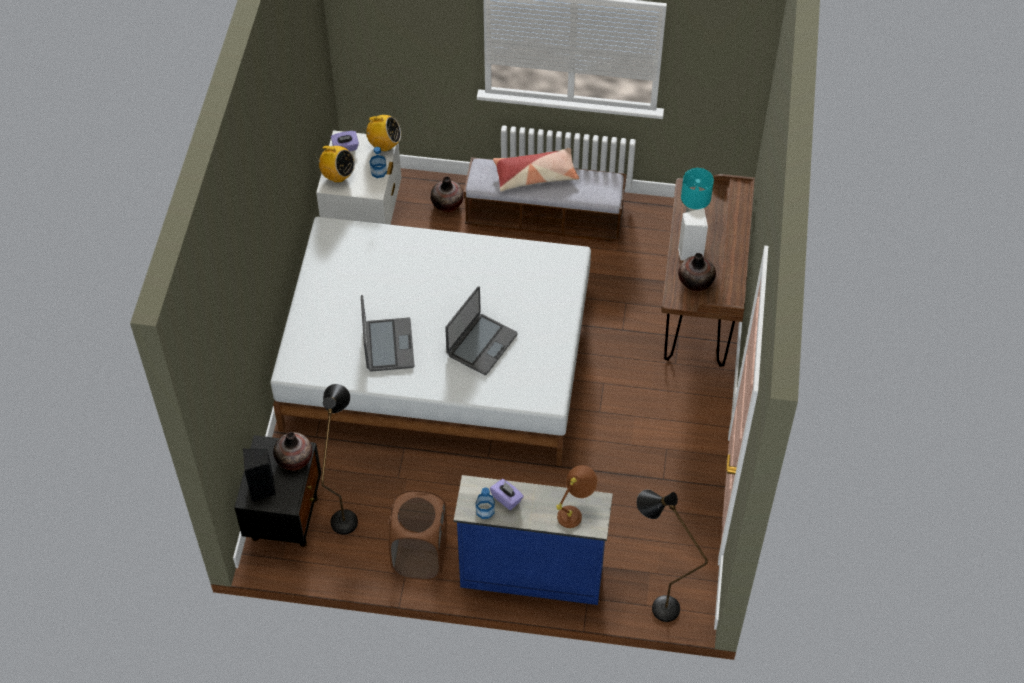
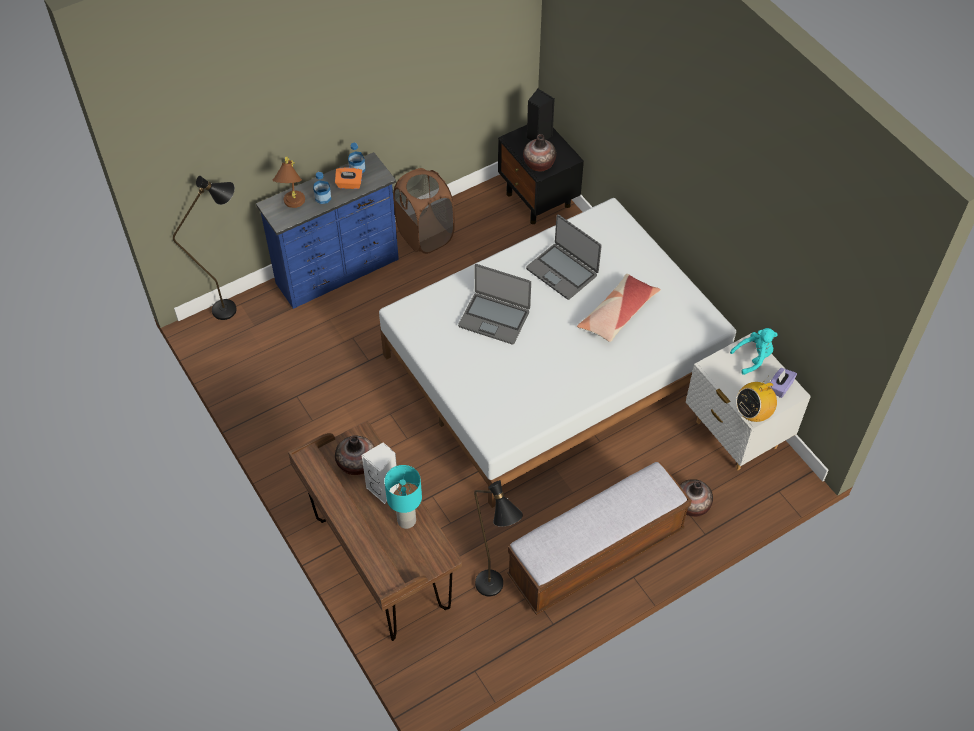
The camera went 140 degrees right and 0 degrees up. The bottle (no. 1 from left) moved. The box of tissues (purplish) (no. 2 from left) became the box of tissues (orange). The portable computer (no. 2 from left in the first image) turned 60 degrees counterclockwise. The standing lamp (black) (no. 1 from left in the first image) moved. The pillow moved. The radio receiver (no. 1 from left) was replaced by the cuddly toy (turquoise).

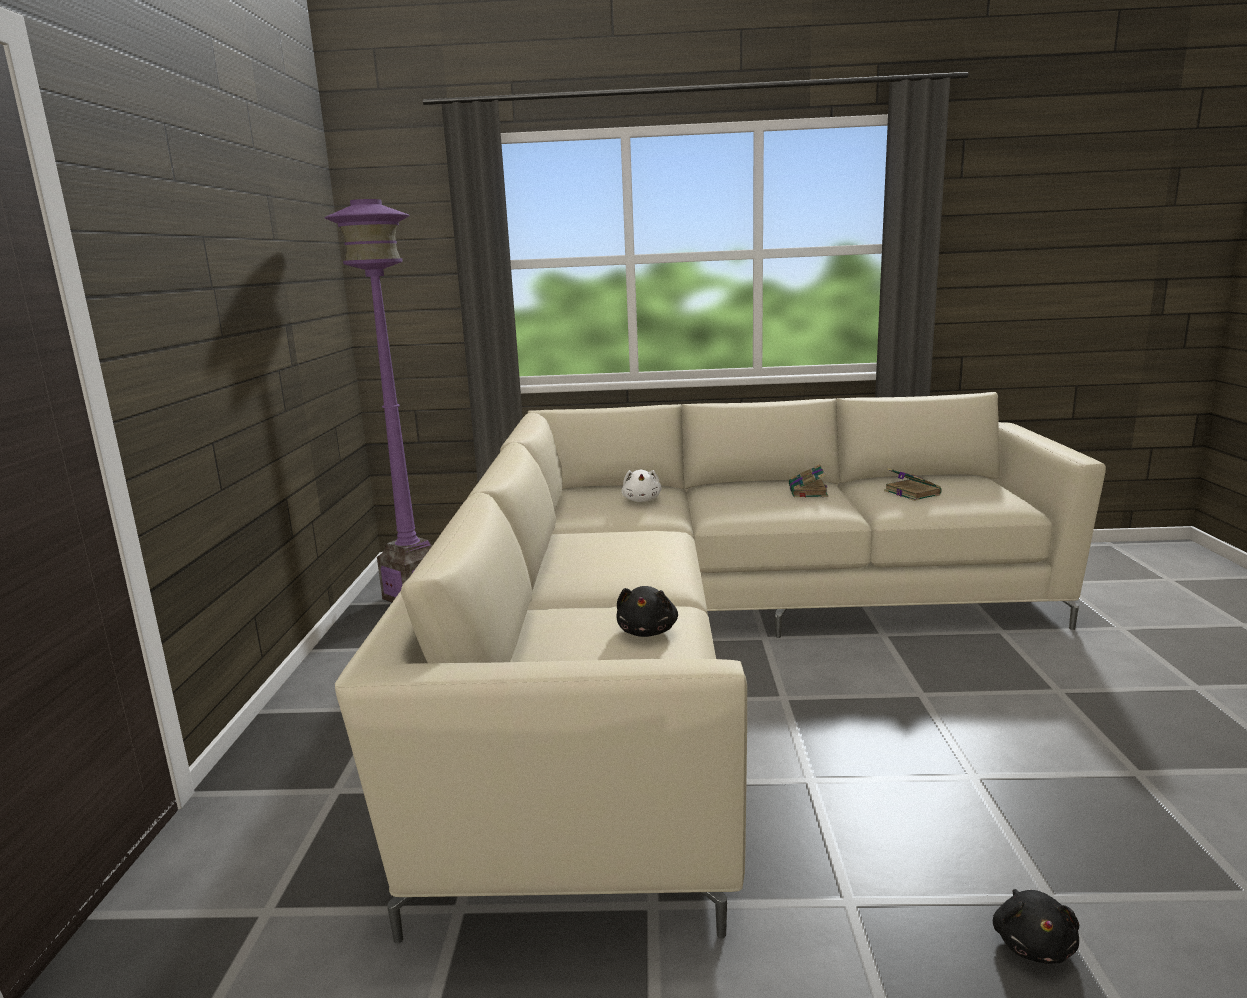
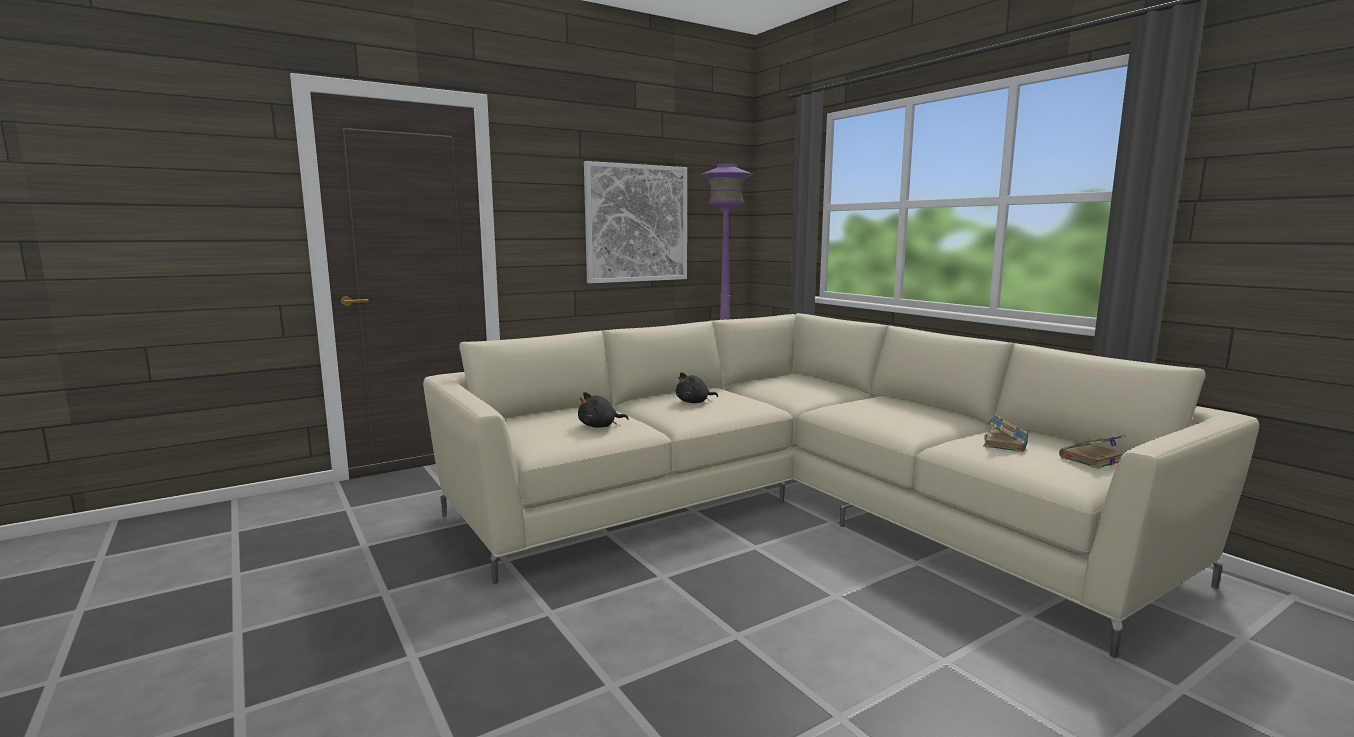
The camera went 55 degrees right and 5 degrees down. The wall picture appeared. The cuddly toy (black) (no. 2 from left) moved. The book (no. 1 from left in the first image) moved. The cuddly toy (white-coloured) disappeared.

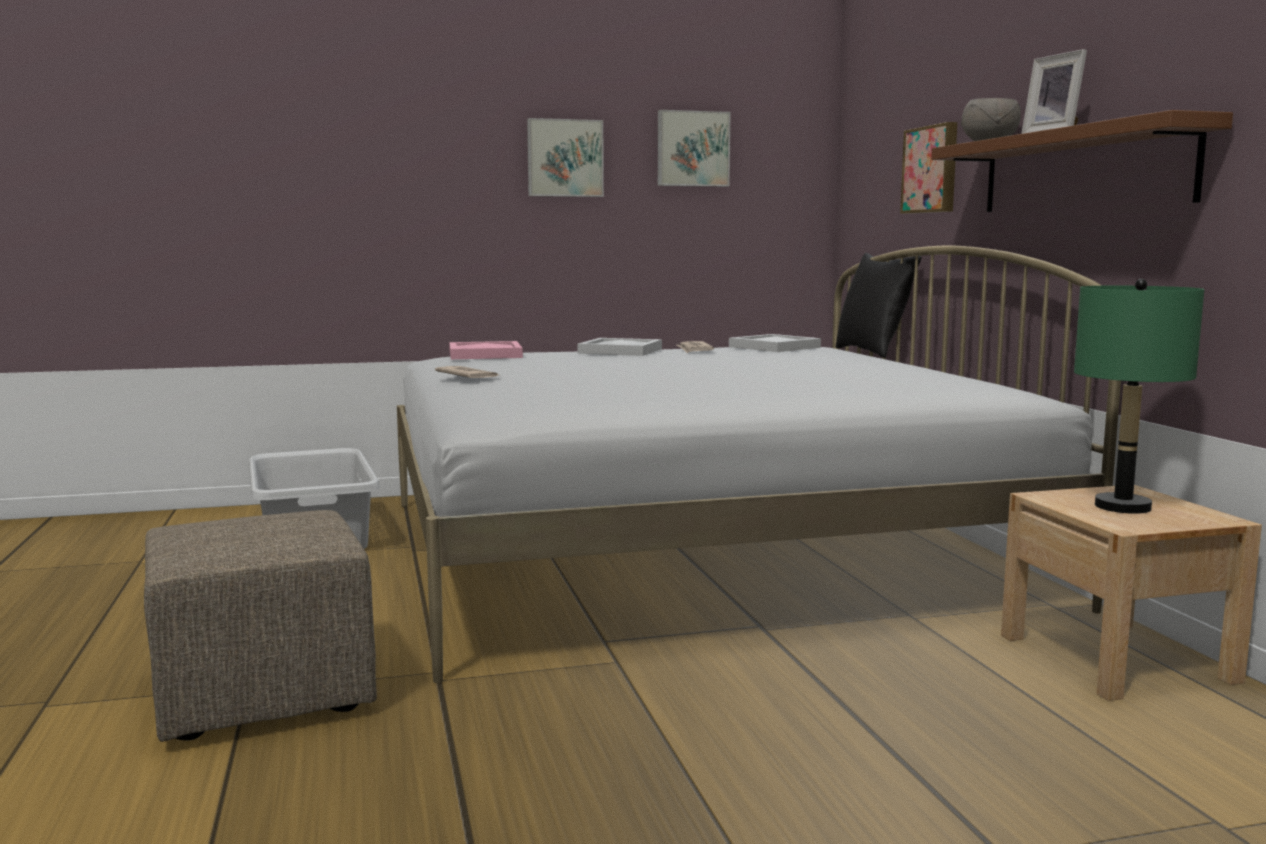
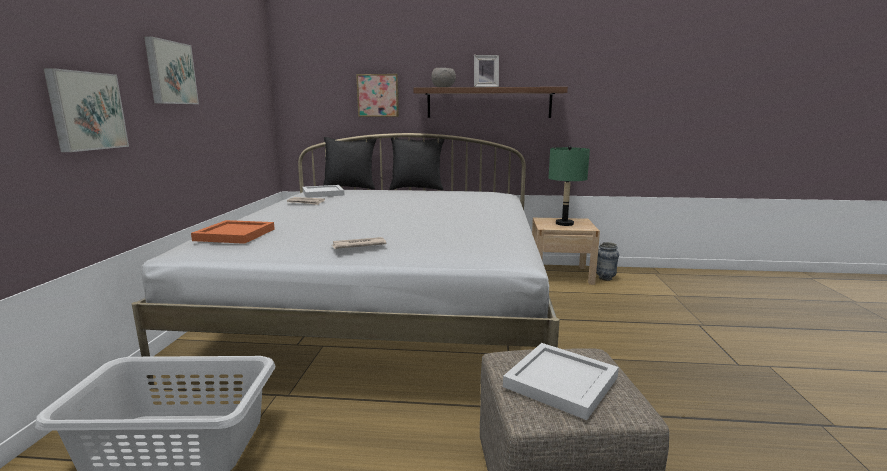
The camera went 70 degrees left and 5 degrees up. The wall picture (no. 2 from left in the first image) moved. The serving tray (pinkish) became the serving tray (orange). The pillow (black) (no. 2 from left) appeared. The serving tray (white-coloured) (no. 1 from left in the first image) moved. The flower vase appeared.

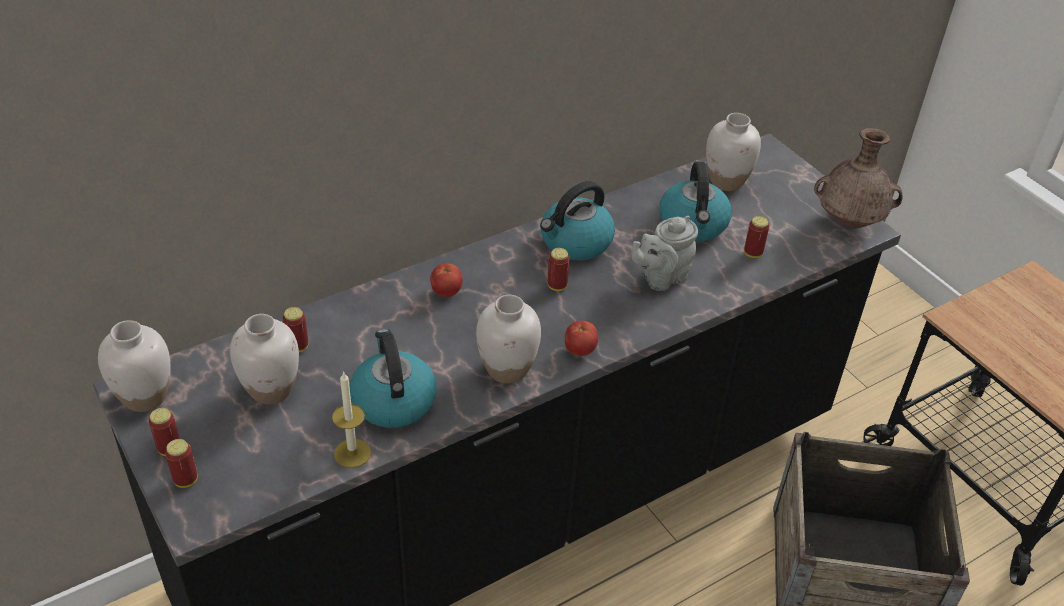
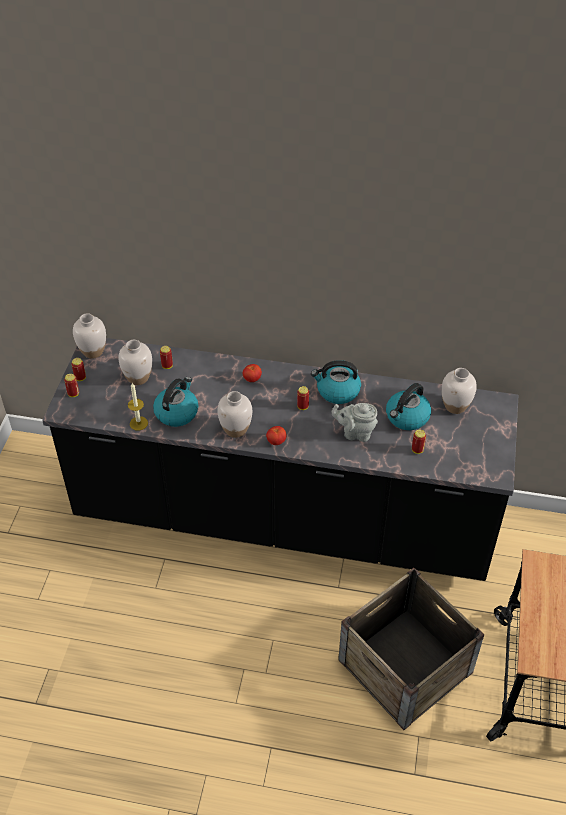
The camera went 45 degrees right and 5 degrees up. The flower vase (brown) disappeared.

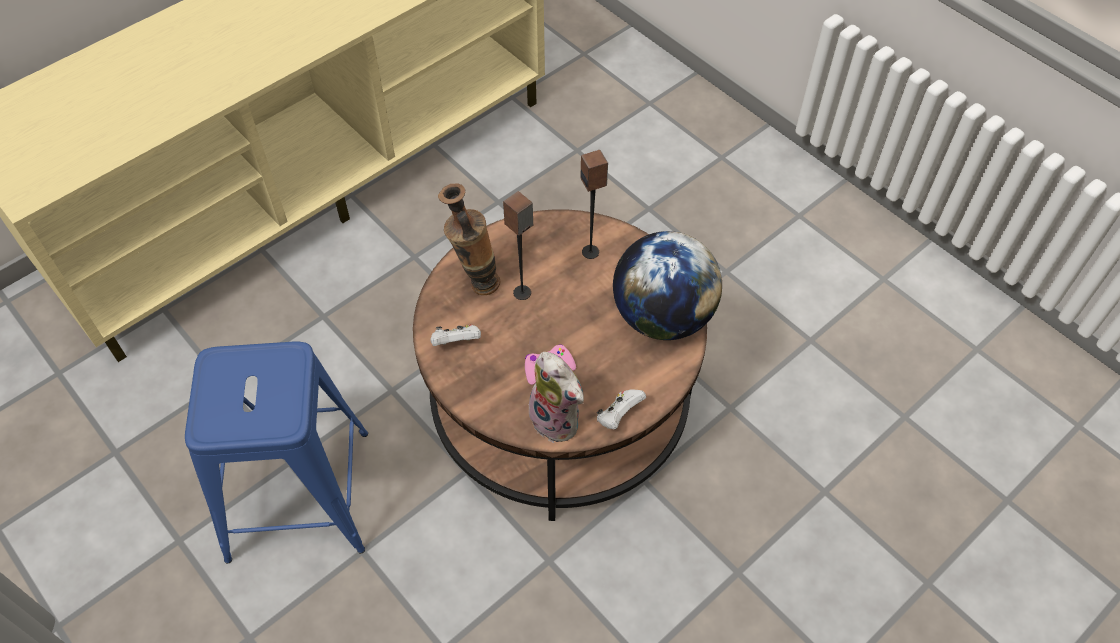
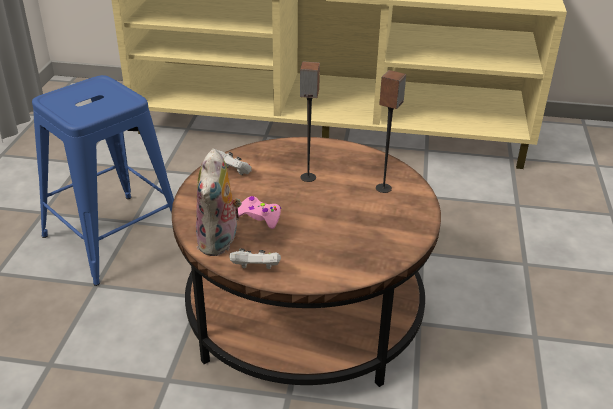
The camera went 50 degrees right and 20 degrees down. The flower vase disappeared. The globe disappeared.

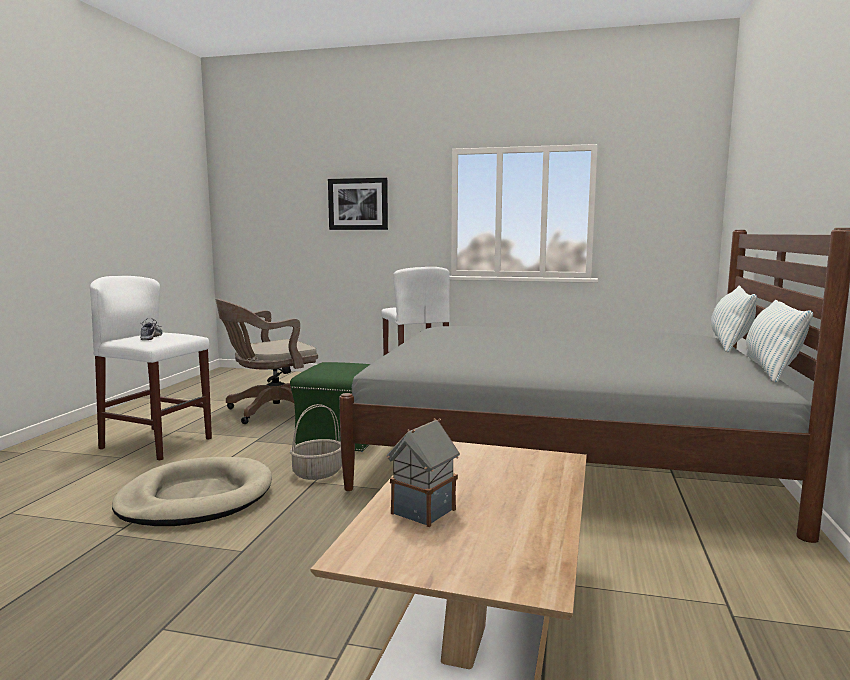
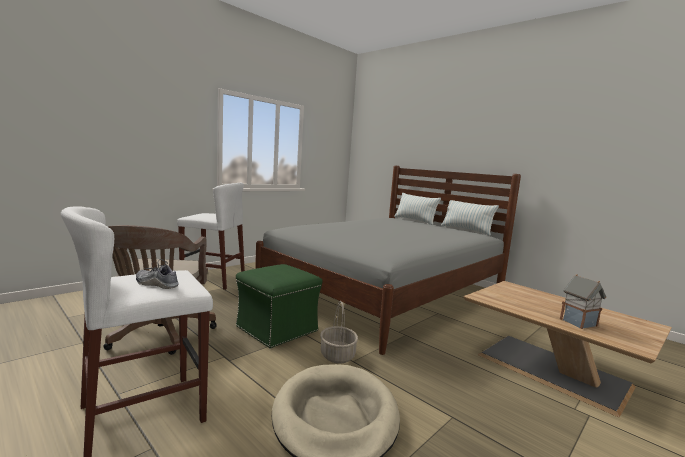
The camera went 60 degrees left and 0 degrees up. The wall picture disappeared.

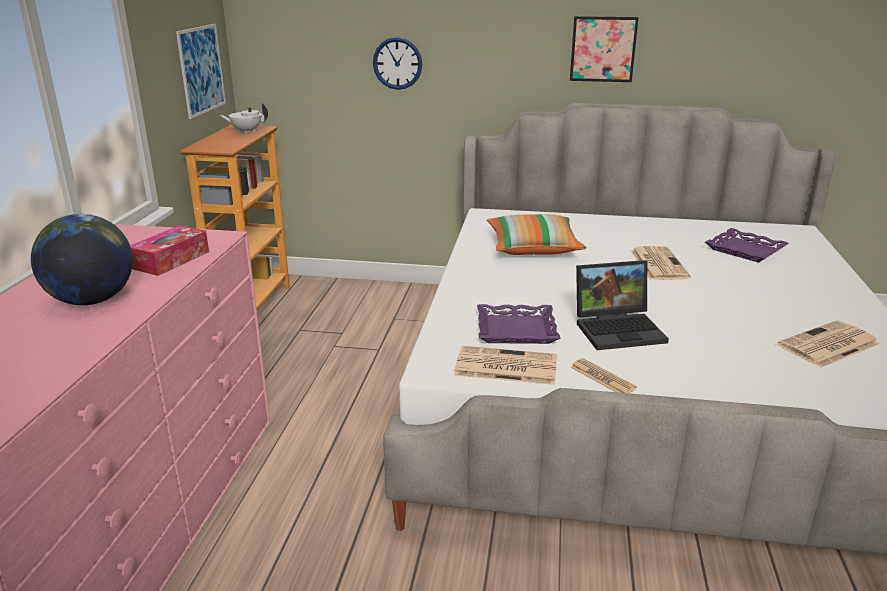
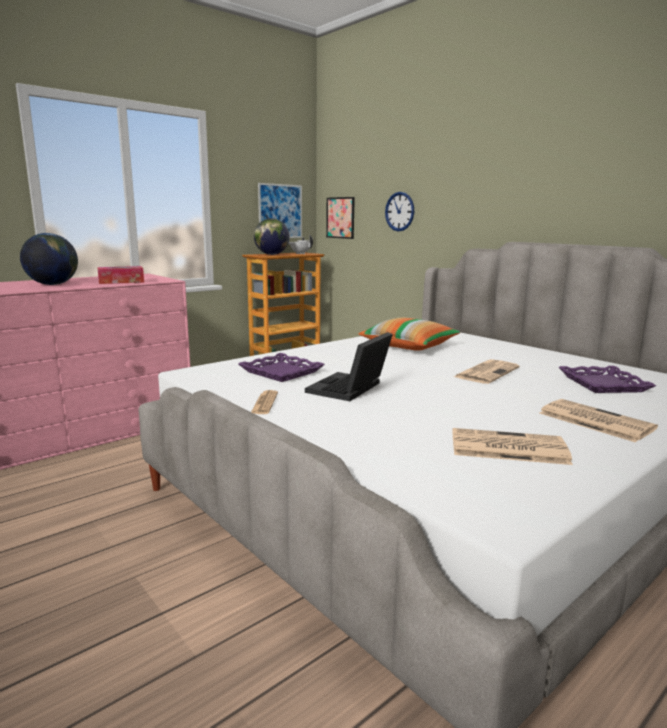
The camera went 40 degrees right and 10 degrees down. The globe (no. 2 from left) appeared. The portable computer turned 90 degrees clockwise. The wall picture (no. 2 from left) moved. The newspaper (no. 1 from left in the first image) moved.

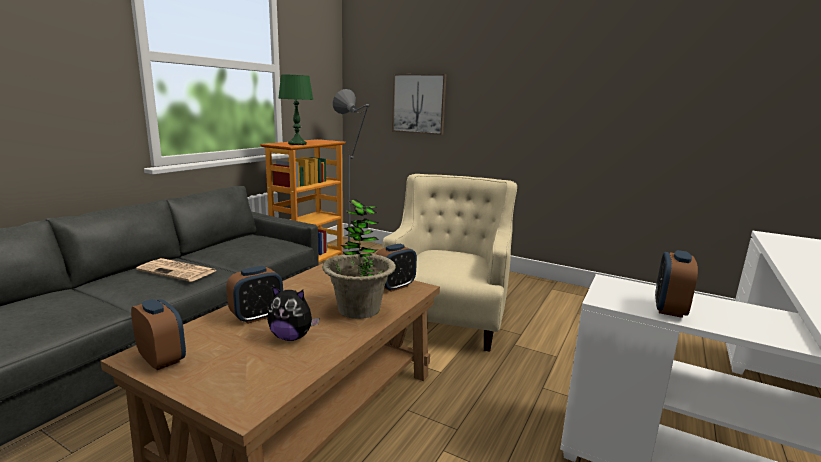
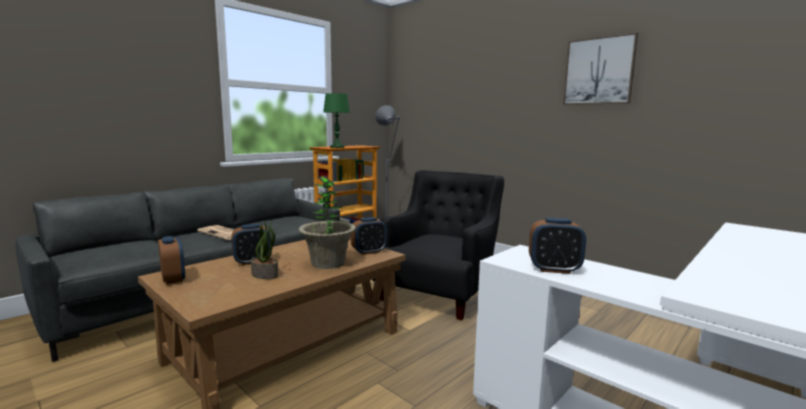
The camera went 15 degrees right and 5 degrees down. The cuddly toy was replaced by the houseplant (no. 1 from left). The lounge chair (beige-coloured) became the lounge chair (black). The table clock (no. 4 from left) turned 120 degrees counterclockwise. The wall picture moved.

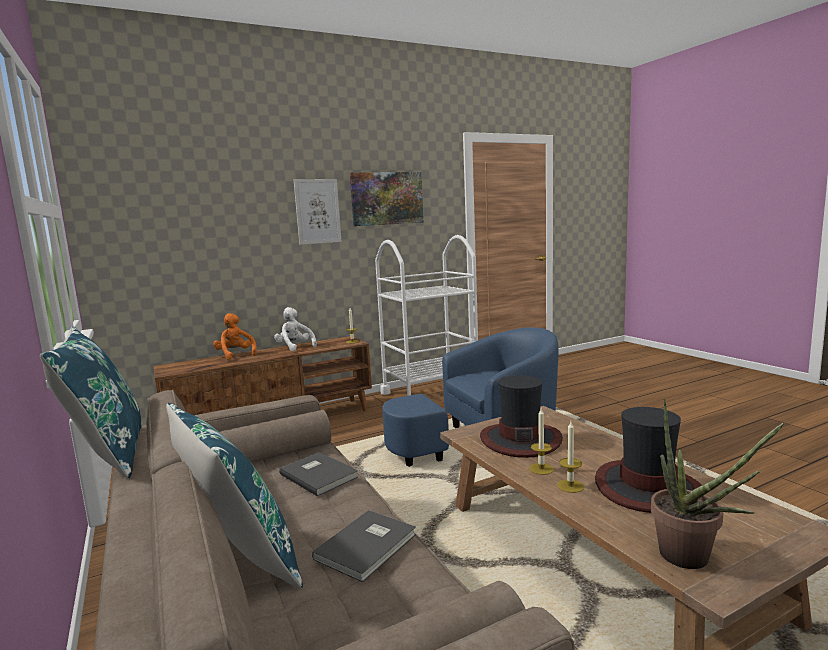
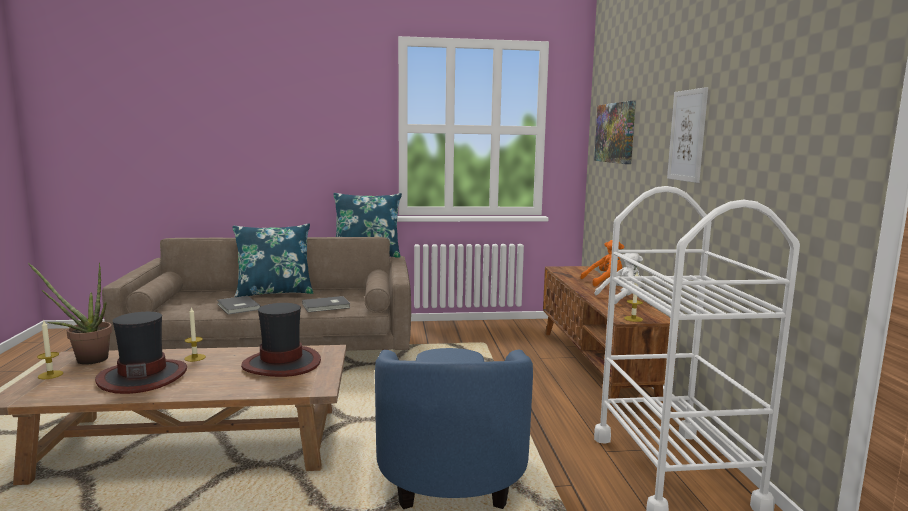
The camera went 110 degrees right and 0 degrees up. The wax candle (no. 2 from left in the first image) moved. The wall picture (no. 2 from left in the first image) moved.

